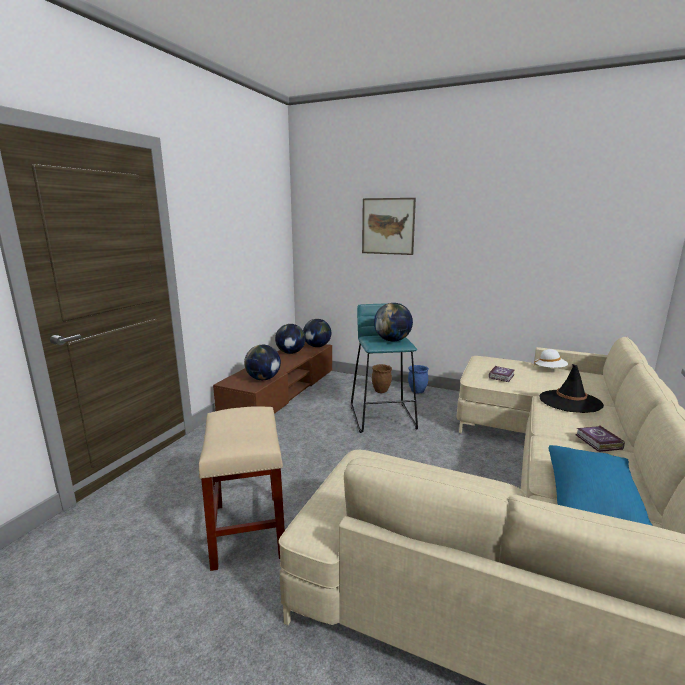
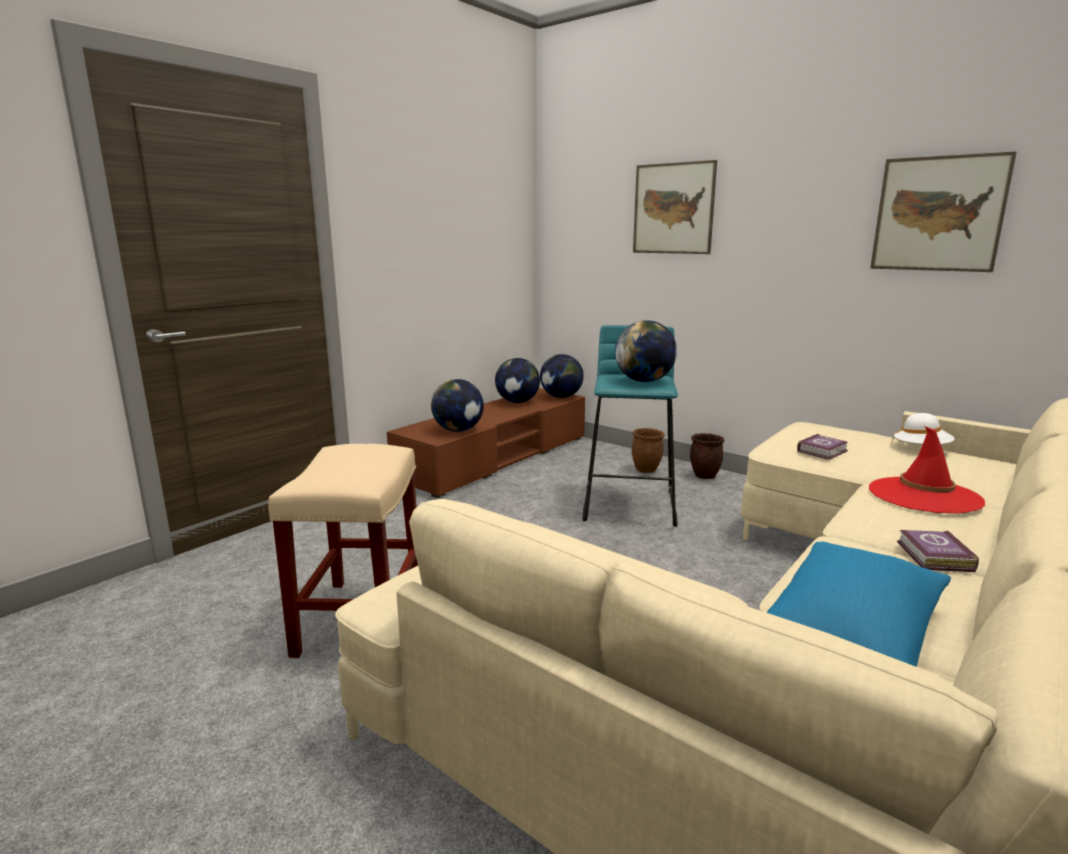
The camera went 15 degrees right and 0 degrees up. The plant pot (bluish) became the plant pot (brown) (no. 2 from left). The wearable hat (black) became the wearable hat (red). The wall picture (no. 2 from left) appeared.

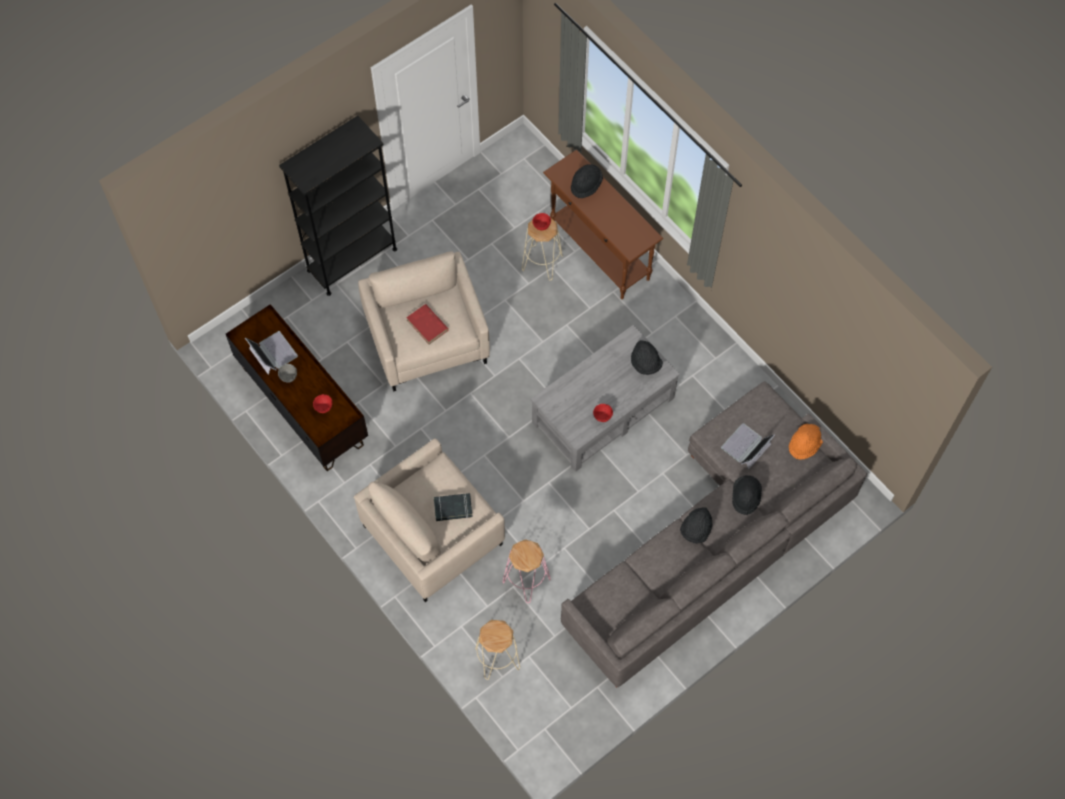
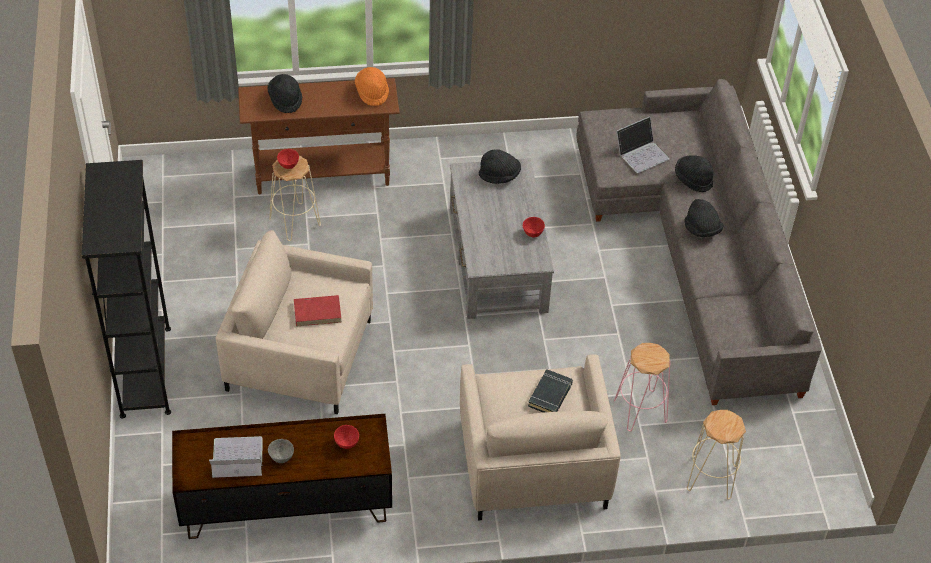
The camera went 60 degrees left and 15 degrees down. The wearable hat (orange) moved. The portable computer (no. 2 from left) turned 105 degrees counterclockwise.

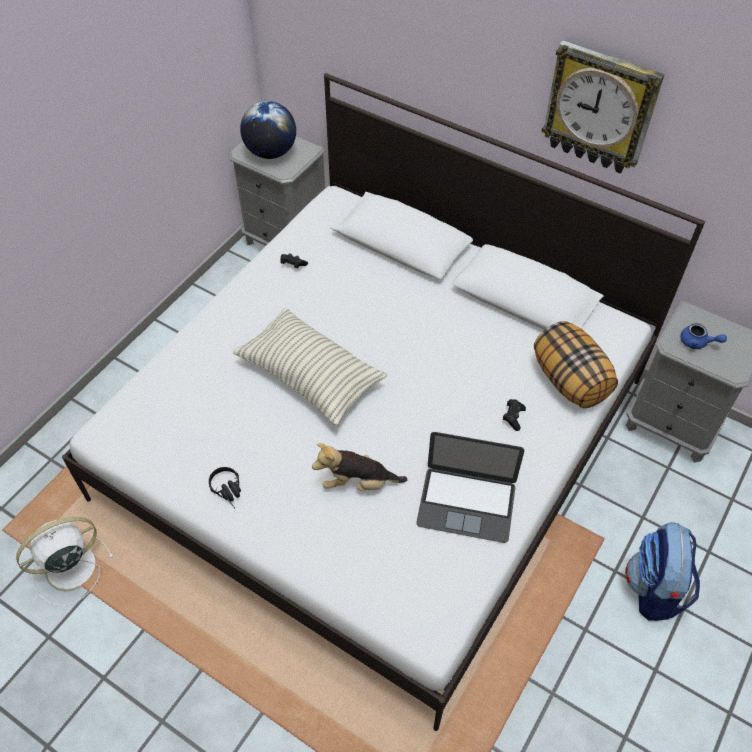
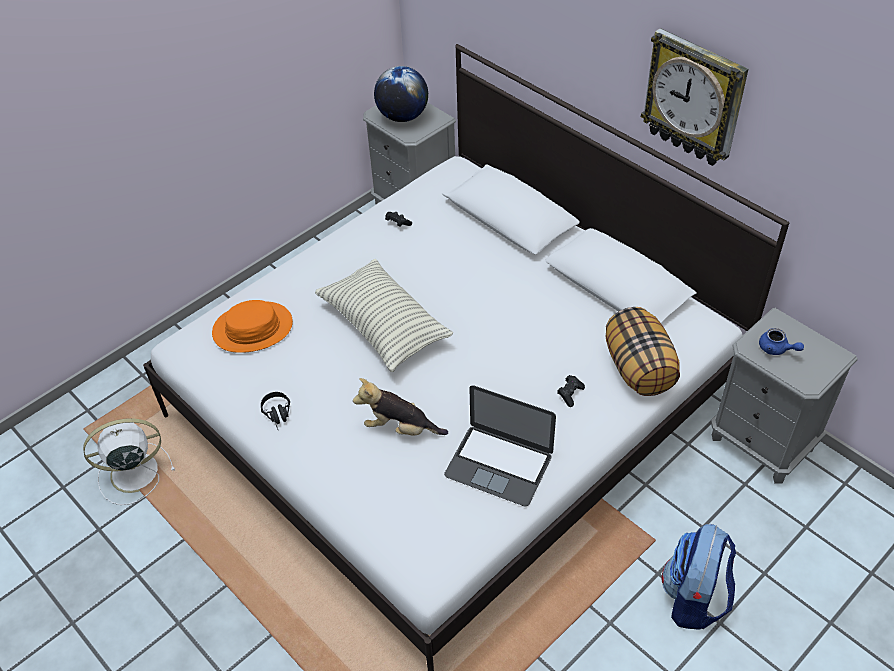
The camera went 15 degrees right and 5 degrees down. The wearable hat (orange) appeared.

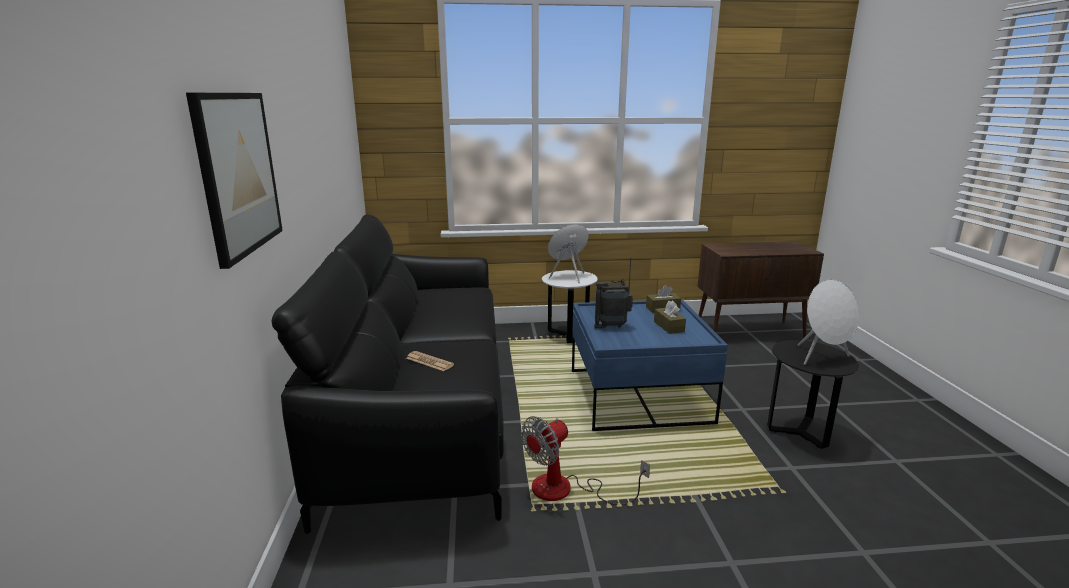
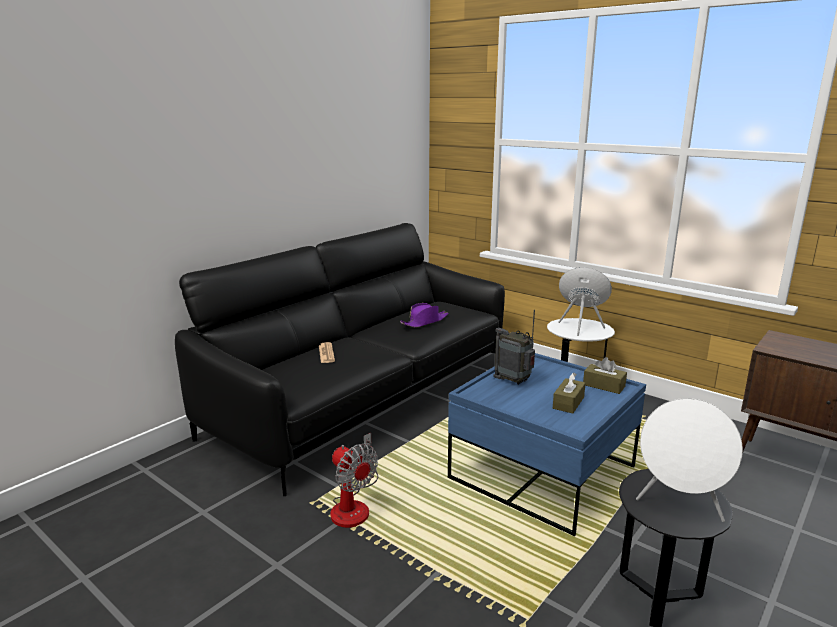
The camera went 45 degrees right and 0 degrees up. The fan turned 135 degrees counterclockwise. The wearable hat (purplish) appeared. The wall picture disappeared.

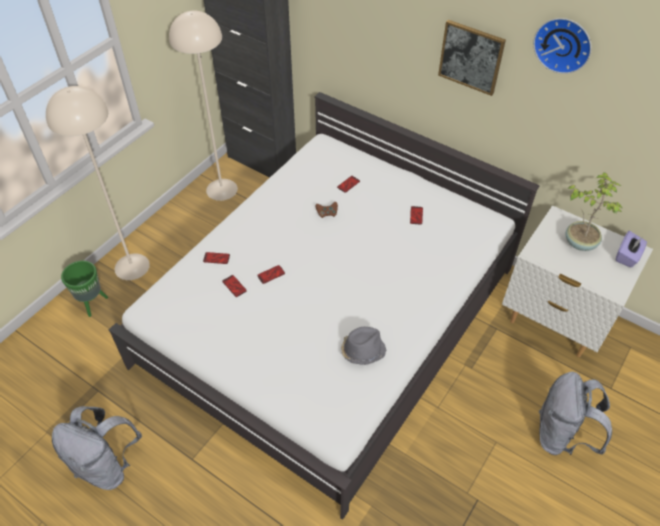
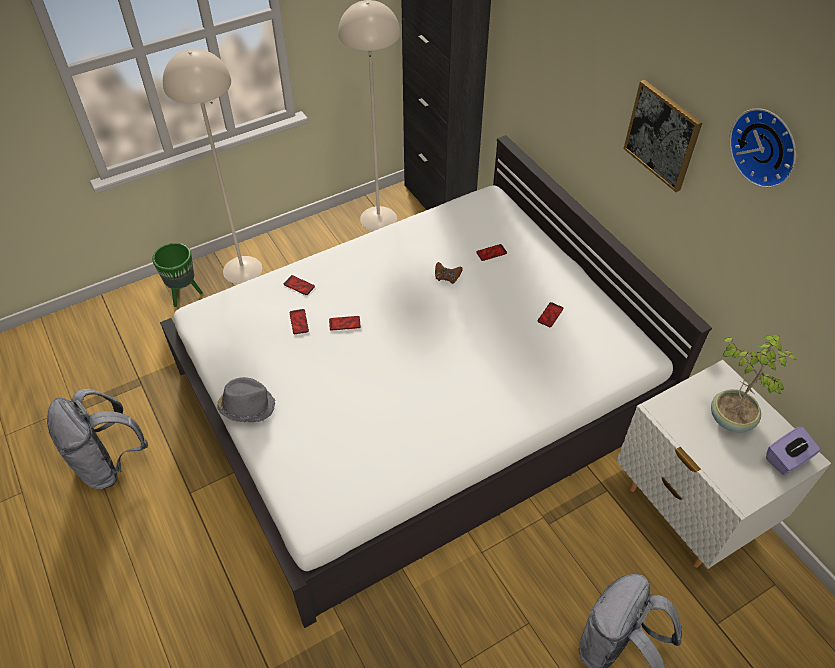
The camera went 25 degrees right and 0 degrees up. The wearable hat (gray) moved.

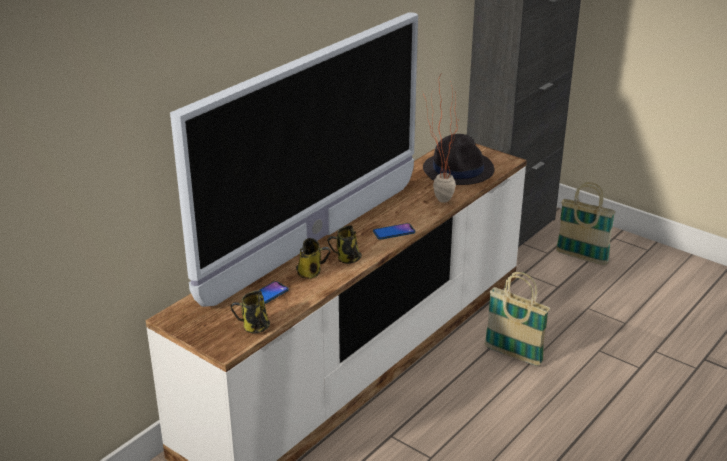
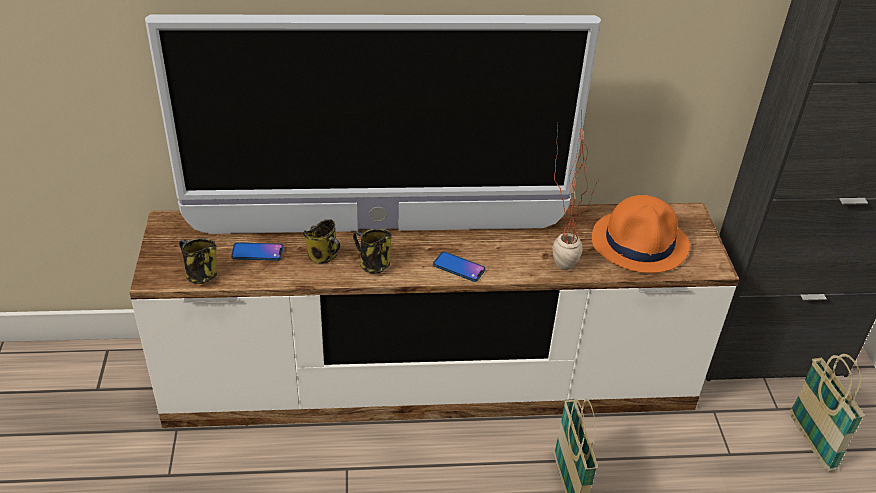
The camera went 45 degrees right and 10 degrees up. The wearable hat (black) became the wearable hat (orange).

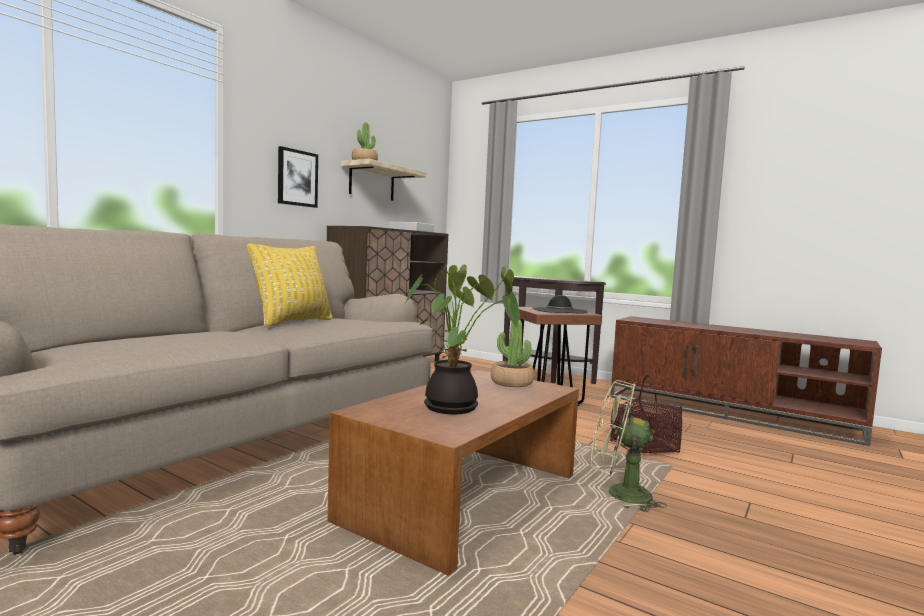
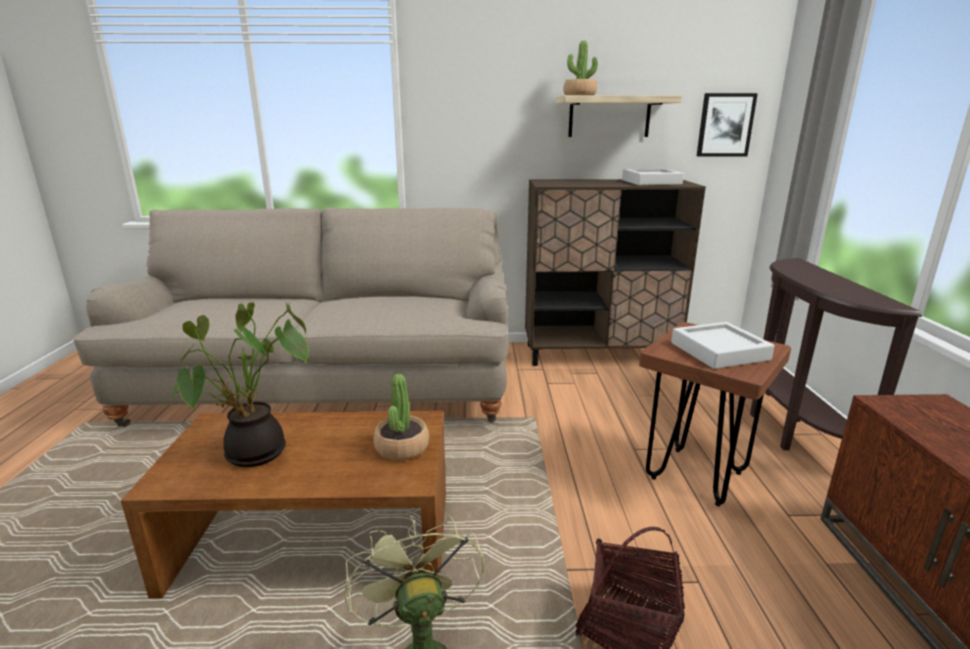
The camera went 55 degrees right and 15 degrees up. The wearable hat (black) was replaced by the serving tray (gray) (no. 2 from left). The wall picture moved. The pillow (yellow-coloured) disappeared.

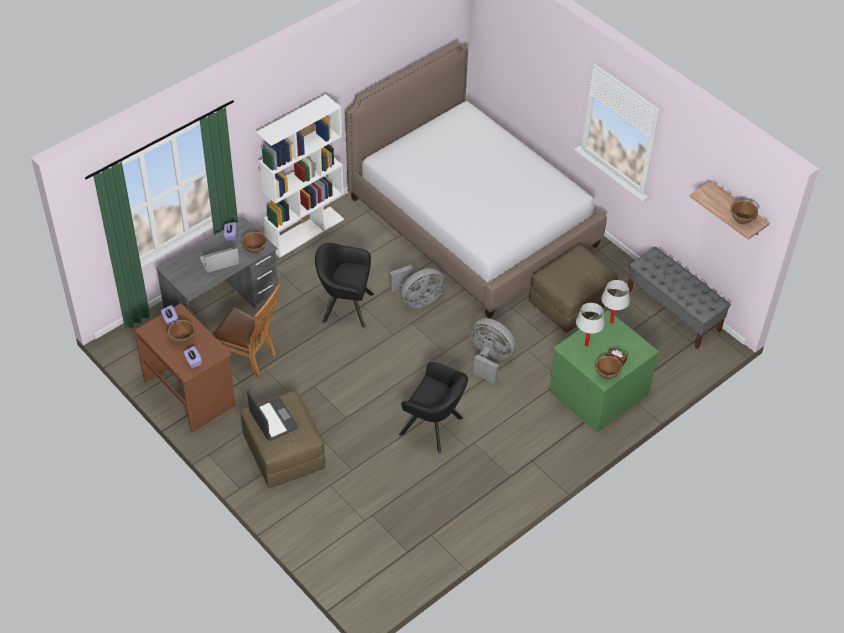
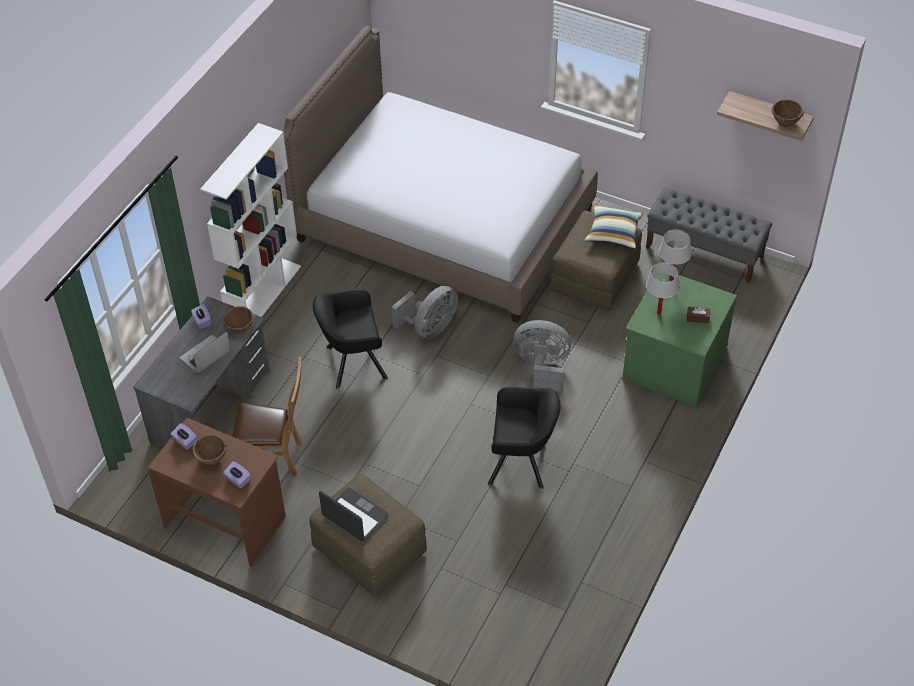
The camera went 20 degrees left and 0 degrees up. The pillow appeared. The deep dish (brown) (no. 3 from left) disappeared.

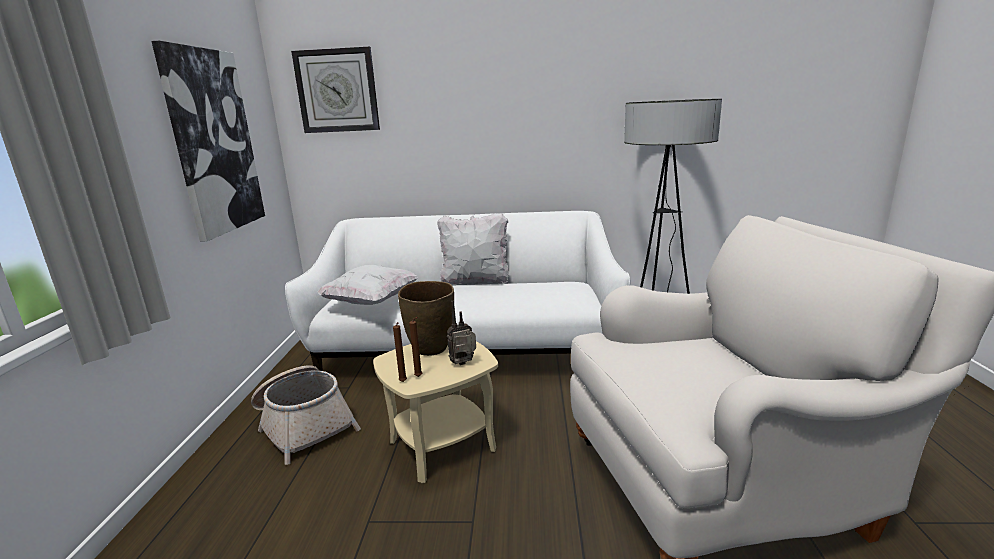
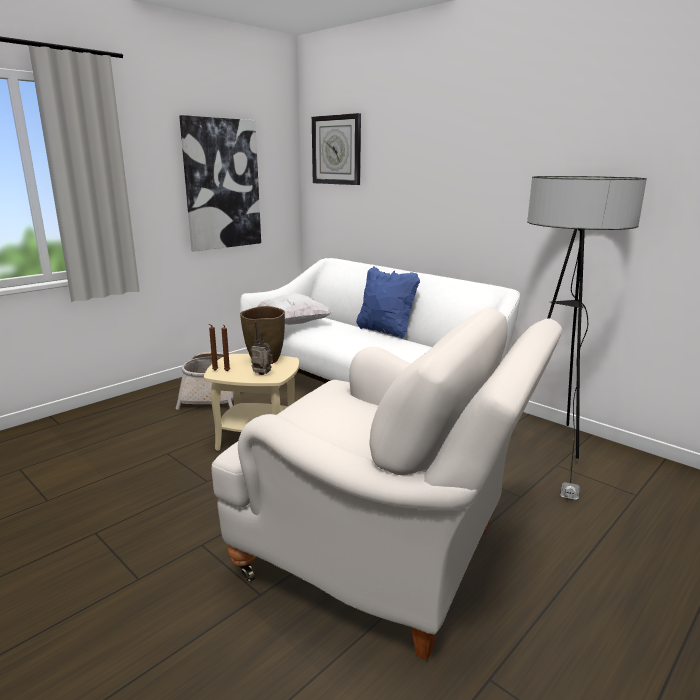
The camera went 40 degrees right and 0 degrees up. The pillow (white-coloured) (no. 2 from left) became the pillow (bluish).

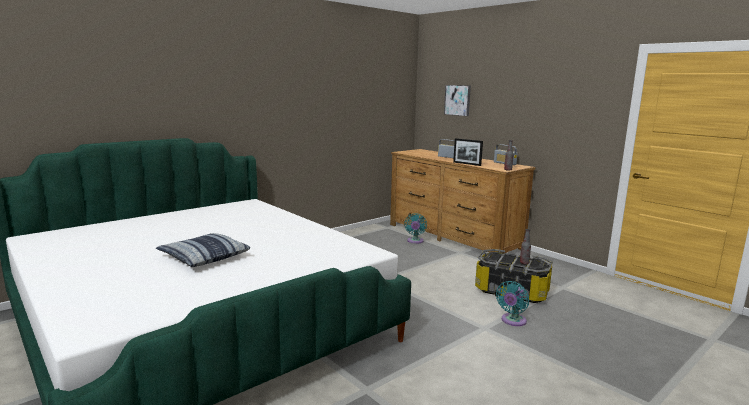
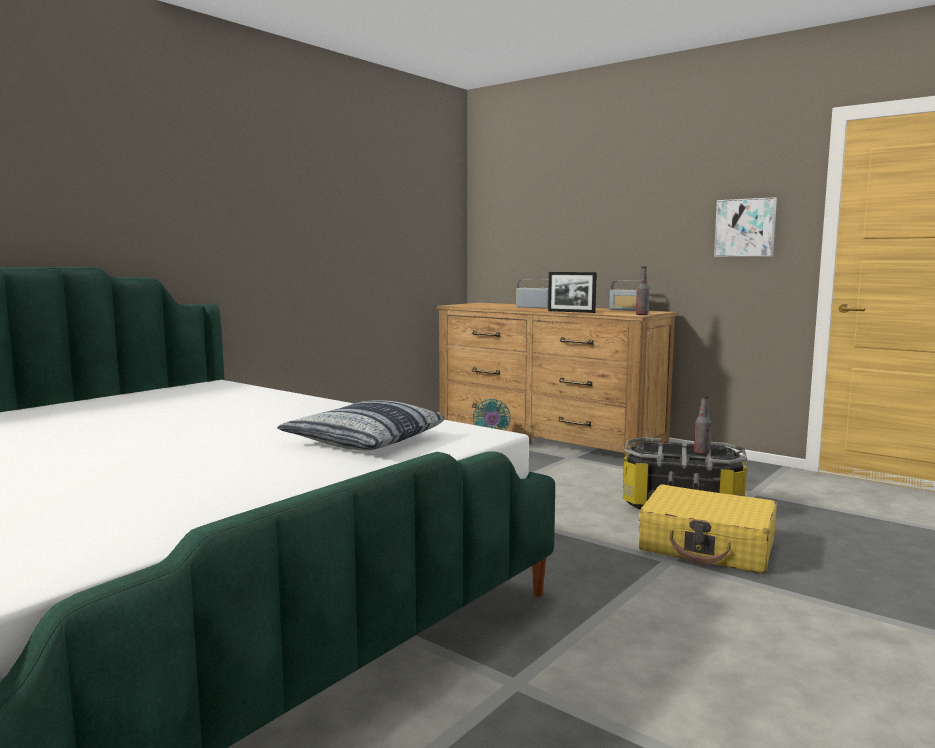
The camera went 10 degrees left and 5 degrees down. The pillow moved. The fan (turquoise) (no. 2 from left) was replaced by the suitcase (yellow-coloured). The wall picture moved.

